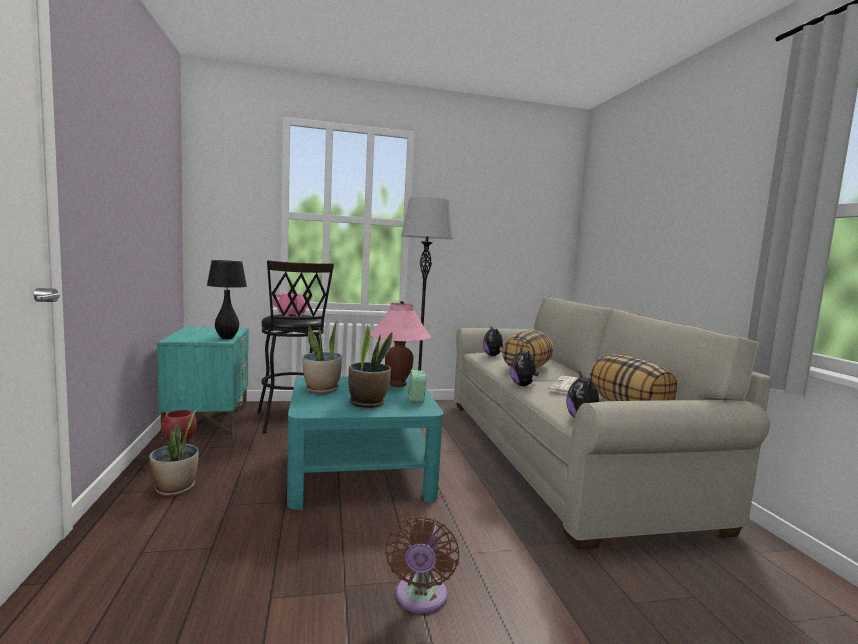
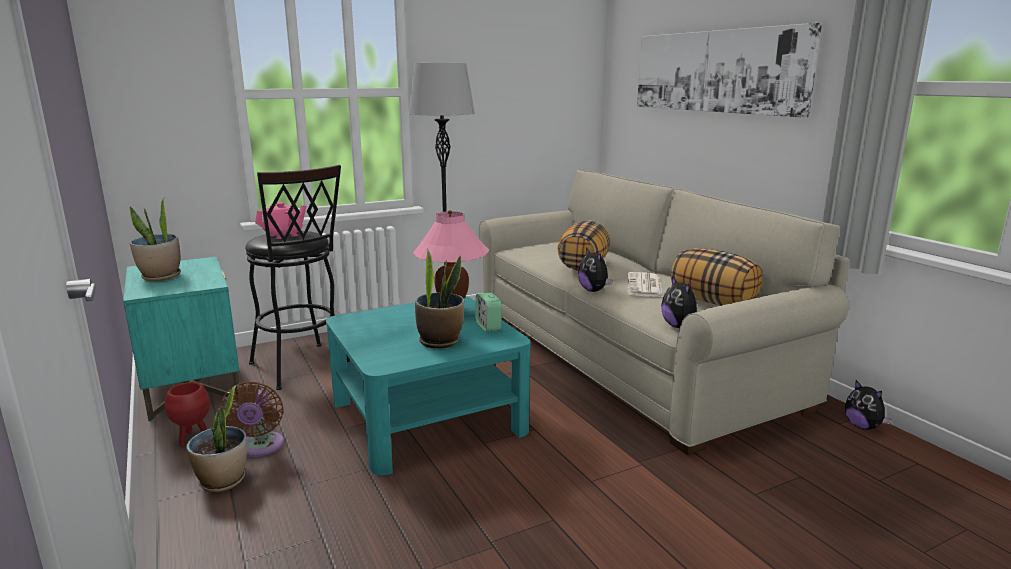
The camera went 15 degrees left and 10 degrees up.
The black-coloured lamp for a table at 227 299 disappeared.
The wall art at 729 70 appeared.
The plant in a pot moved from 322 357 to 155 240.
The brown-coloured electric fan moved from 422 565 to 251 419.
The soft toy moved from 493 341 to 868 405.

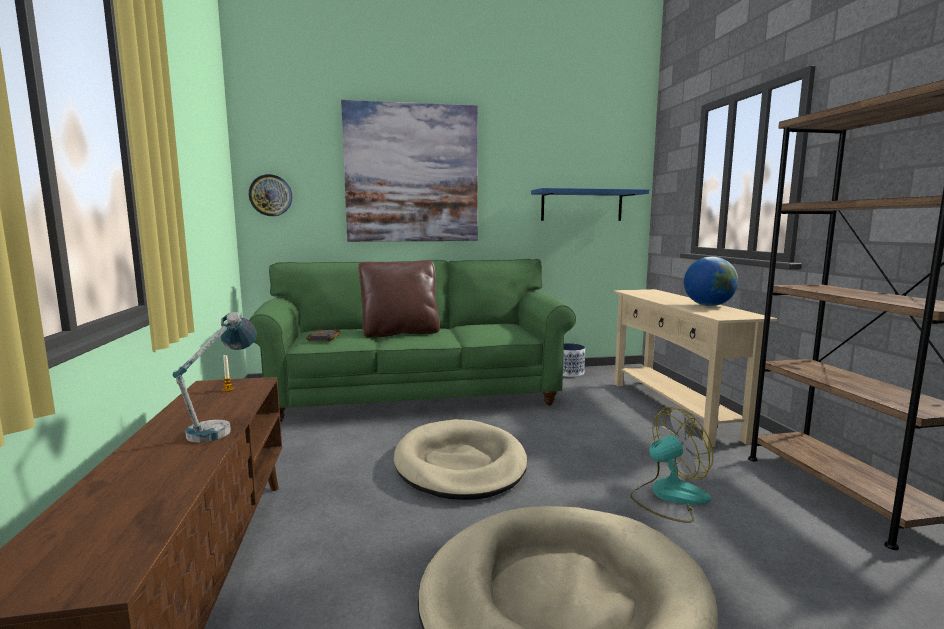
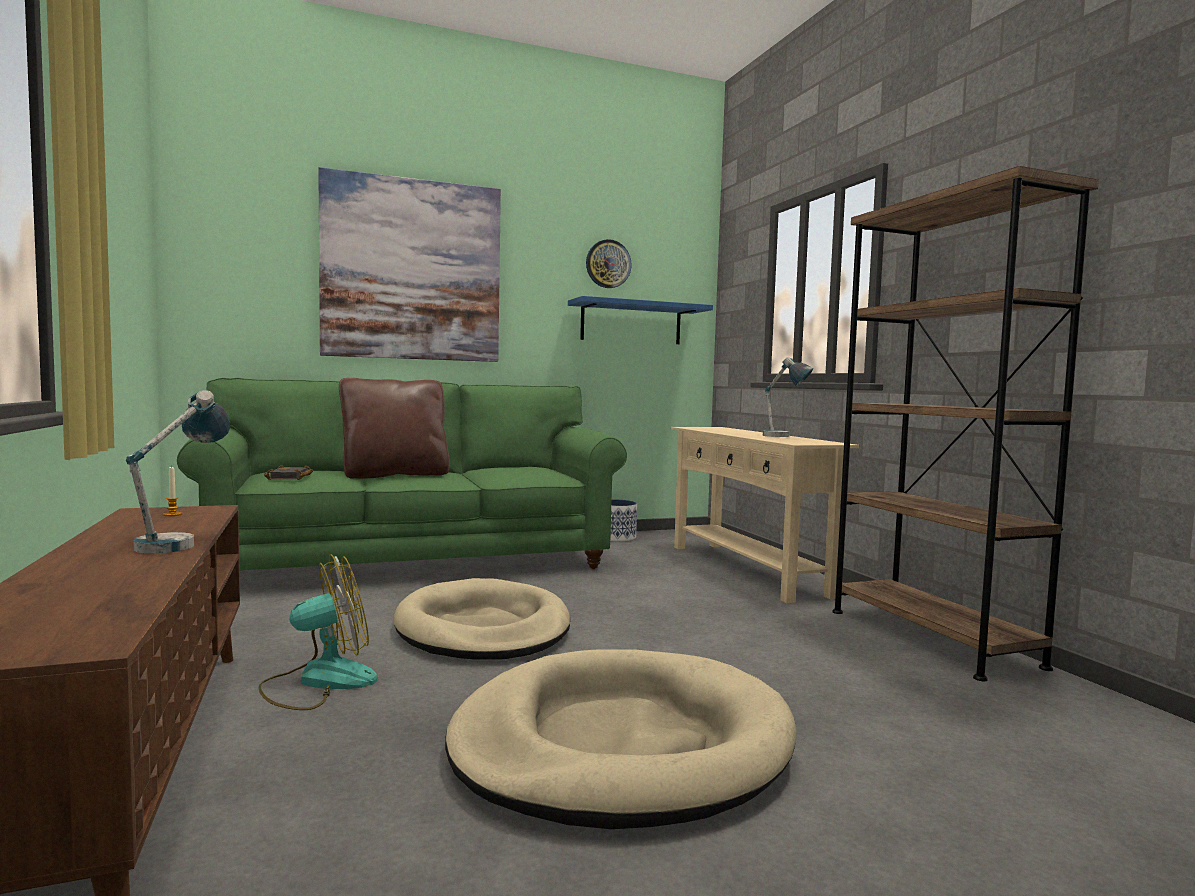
The camera went 10 degrees left and 5 degrees down.
The clock on the wall moved from 270 195 to 609 263.
The electric fan moved from 671 465 to 318 632.
The desk globe at 711 281 was replaced by the lamp for a table at 788 397.

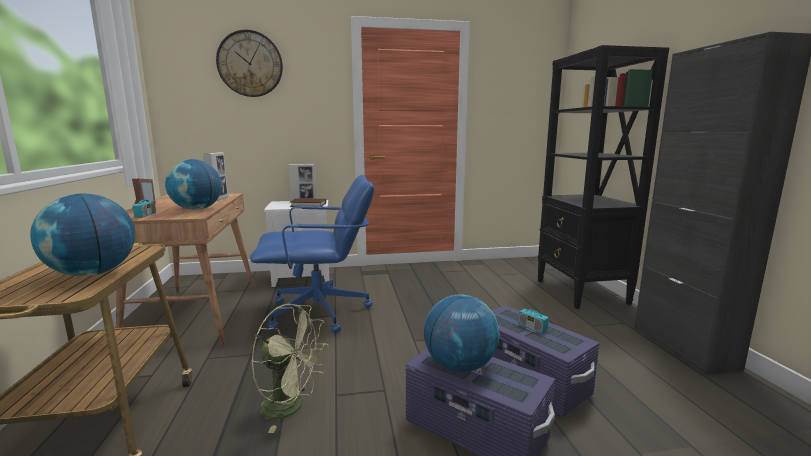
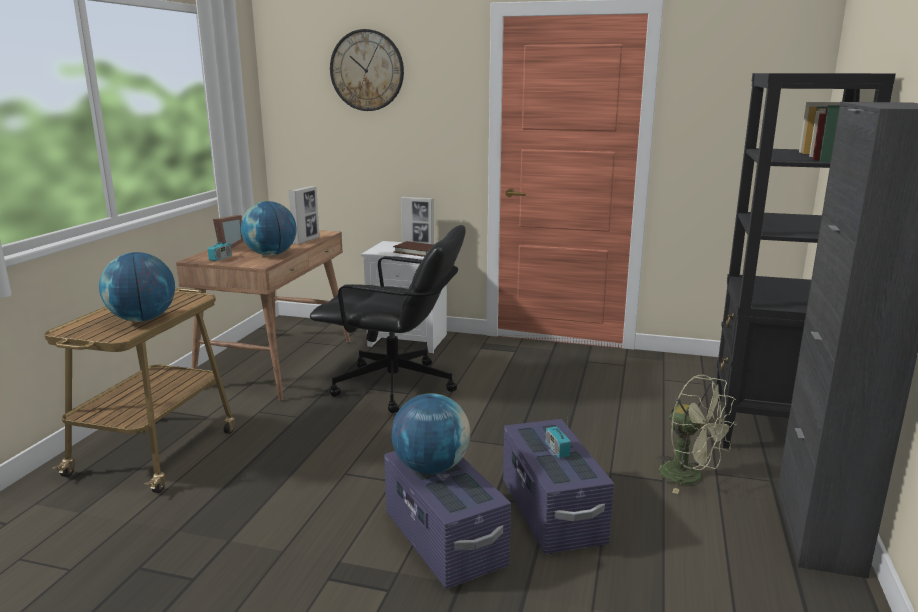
The camera went 25 degrees right and 5 degrees up.
The greenish electric fan moved from 290 368 to 696 434.
The blue-coloured computer chair at 312 254 became the black-coloured computer chair at 388 319.

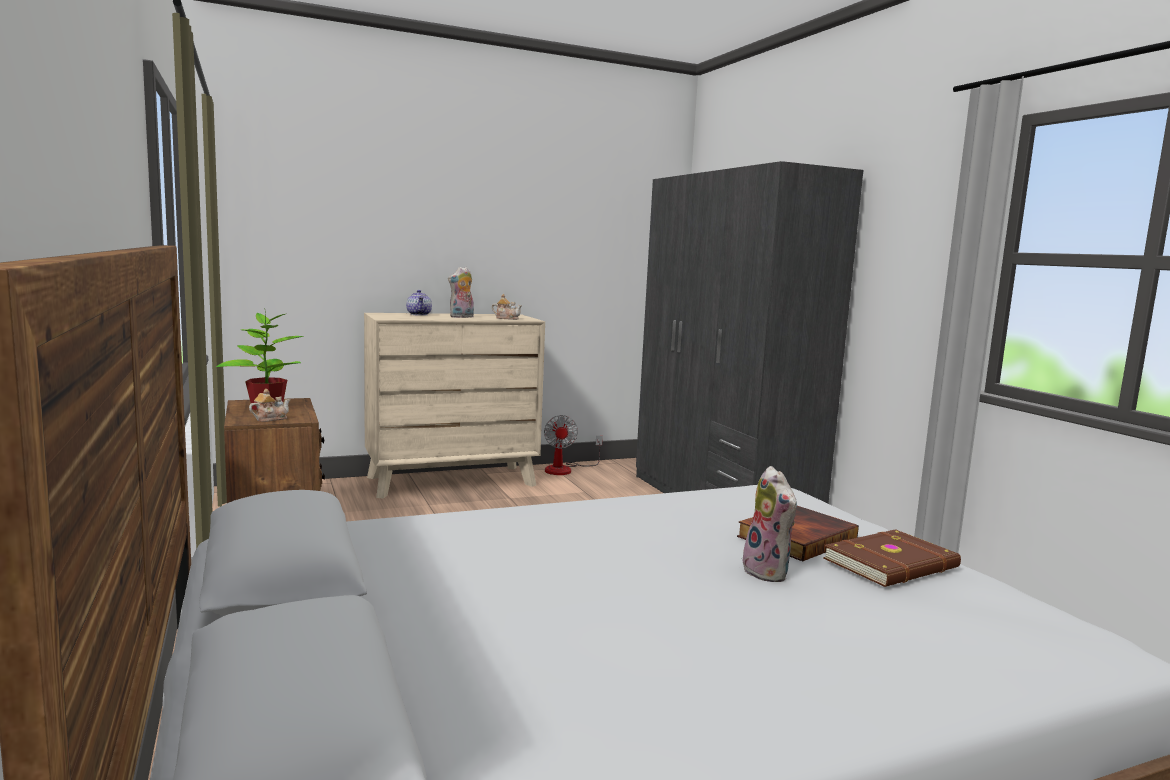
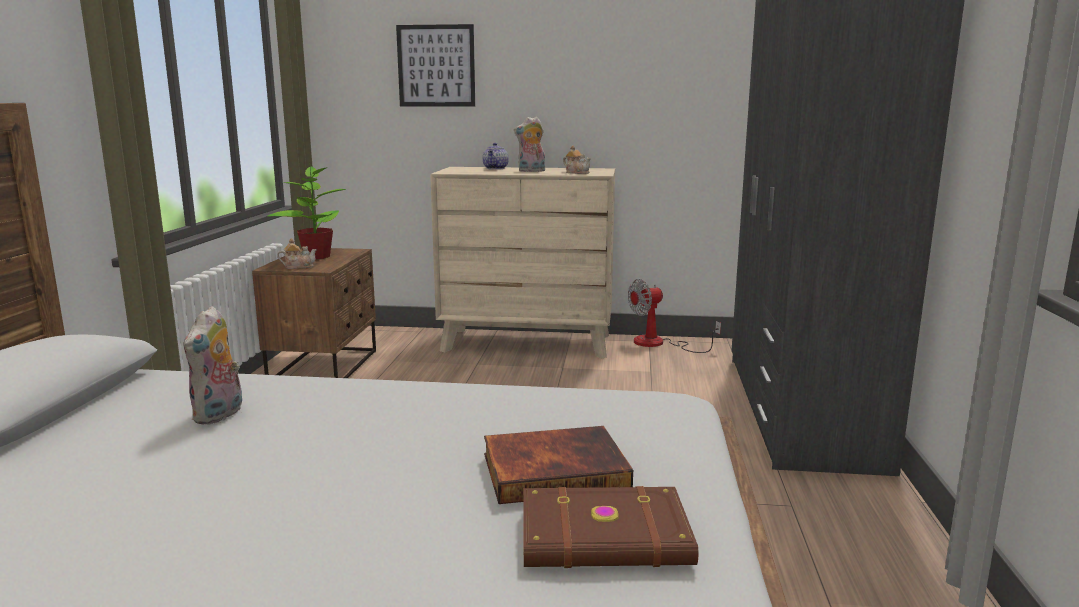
The camera went 30 degrees right and 5 degrees up.
The wall art at 435 65 appeared.
The soft toy moved from 770 524 to 213 365.
The electric fan at 573 445 turned 45 degrees clockwise.

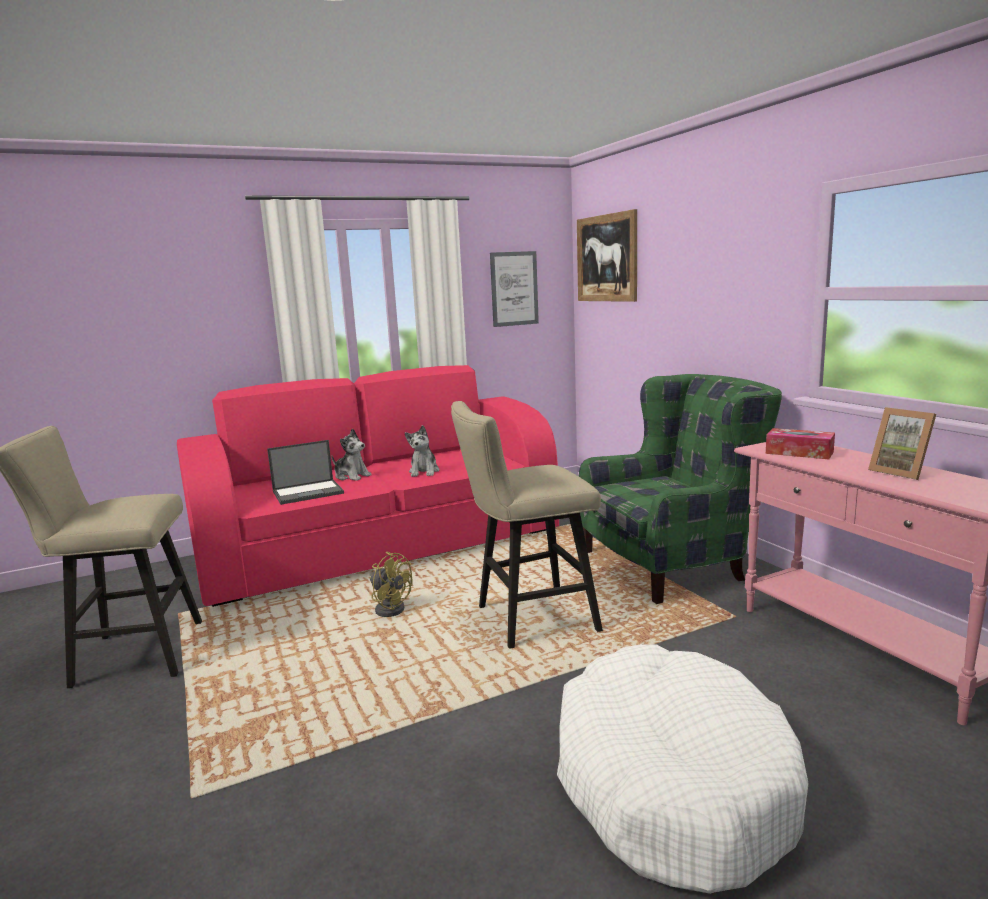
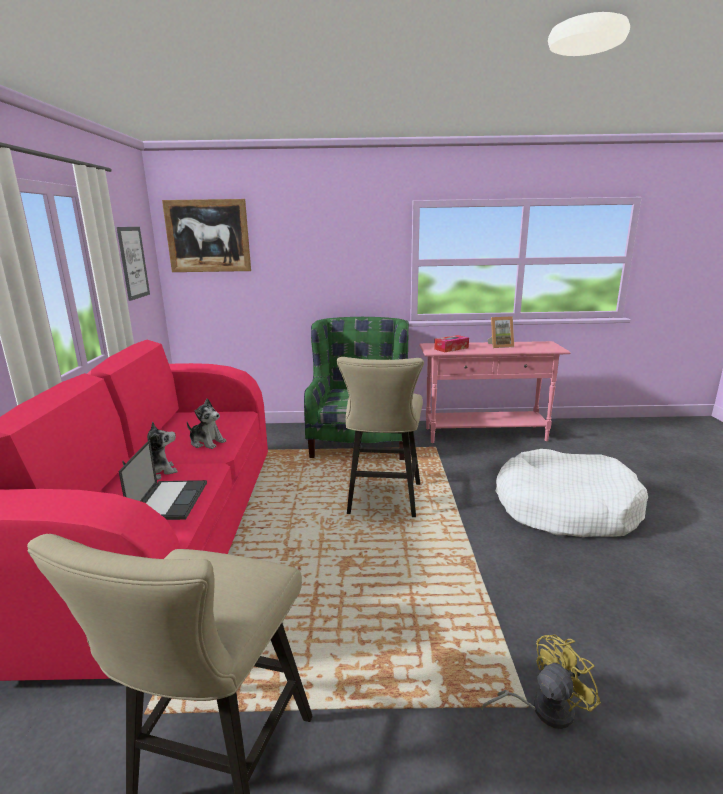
The camera went 65 degrees left and 5 degrees up.
The yellow-coloured electric fan moved from 391 584 to 541 682.

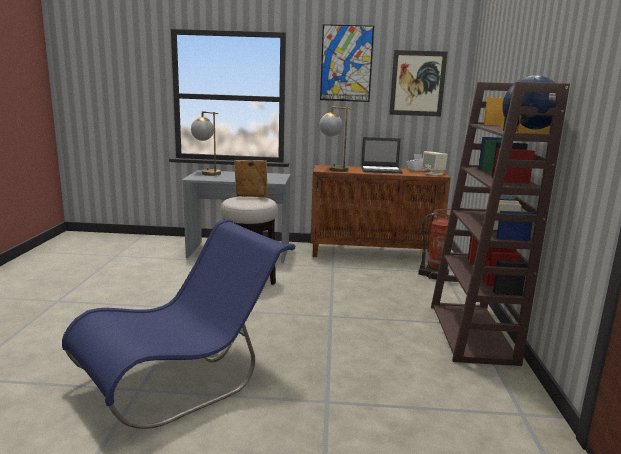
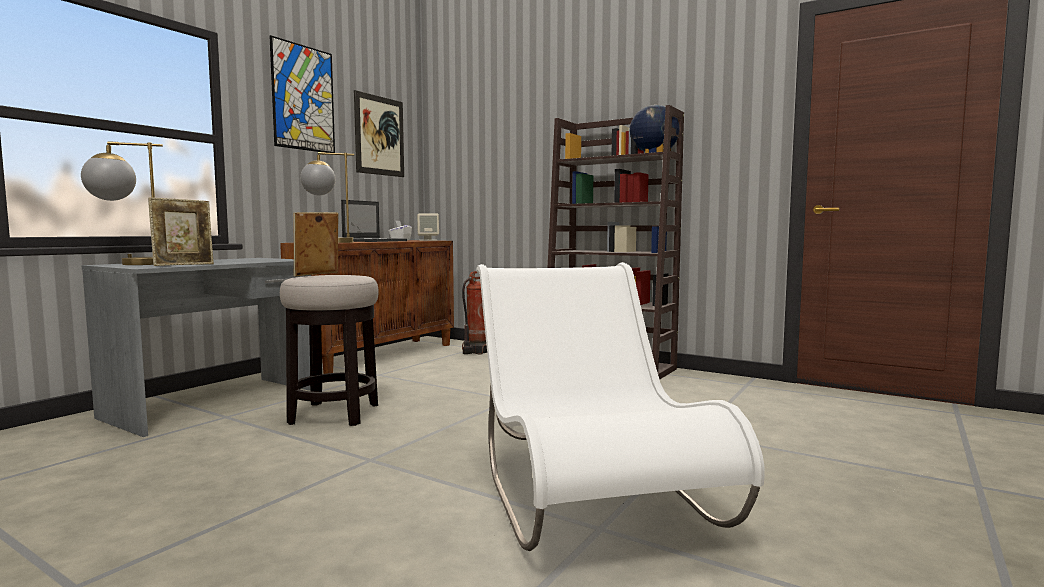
The camera went 60 degrees left and 10 degrees down.
The standing frame at 181 231 appeared.
The blue-coloured chair at 178 324 became the white chair at 620 406.

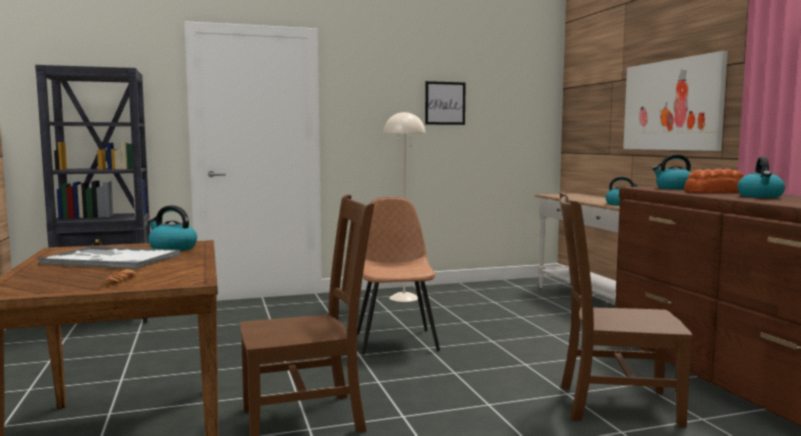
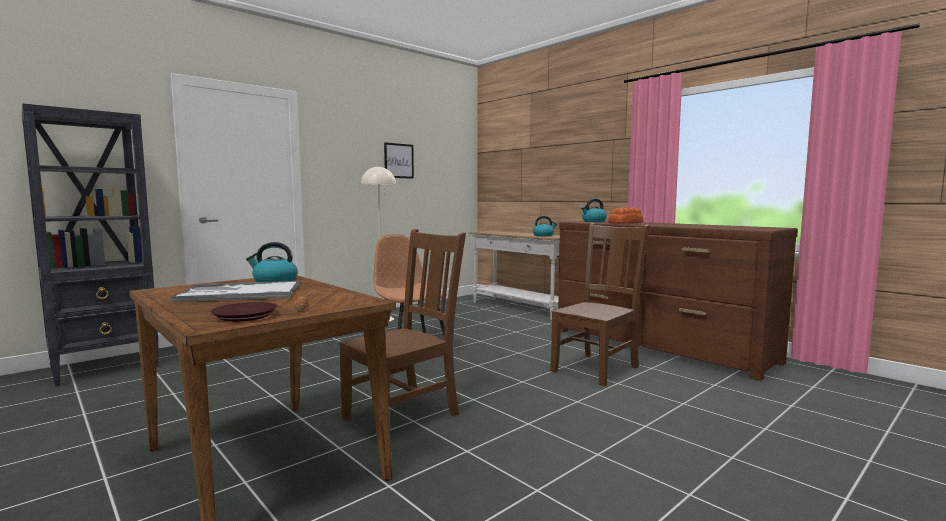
The camera went 25 degrees left and 0 degrees up.
The wall art at 675 101 disappeared.
The water kettle at 761 177 disappeared.
The brown-coloured flat dish at 243 312 appeared.
The brown-coloured chair at 626 310 turned 150 degrees clockwise.

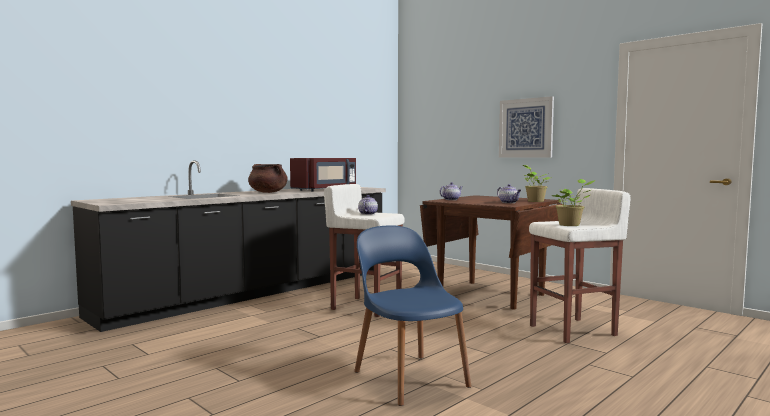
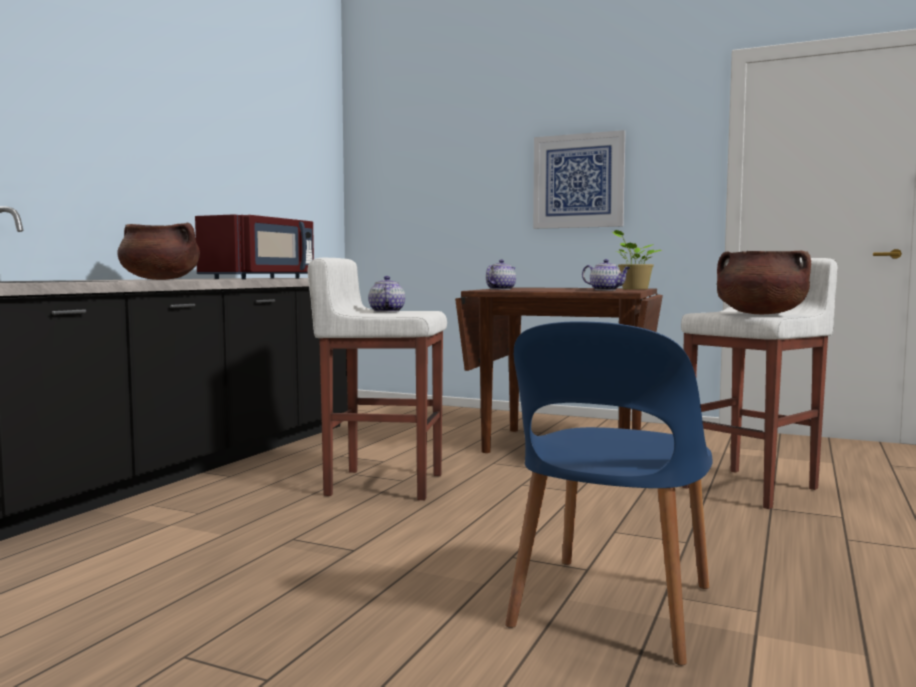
The camera went 20 degrees left and 0 degrees up.
The plant in a pot at 573 202 was replaced by the brown-coloured saucepot at 764 282.
The blue-coloured chair at 413 315 turned 105 degrees counterclockwise.

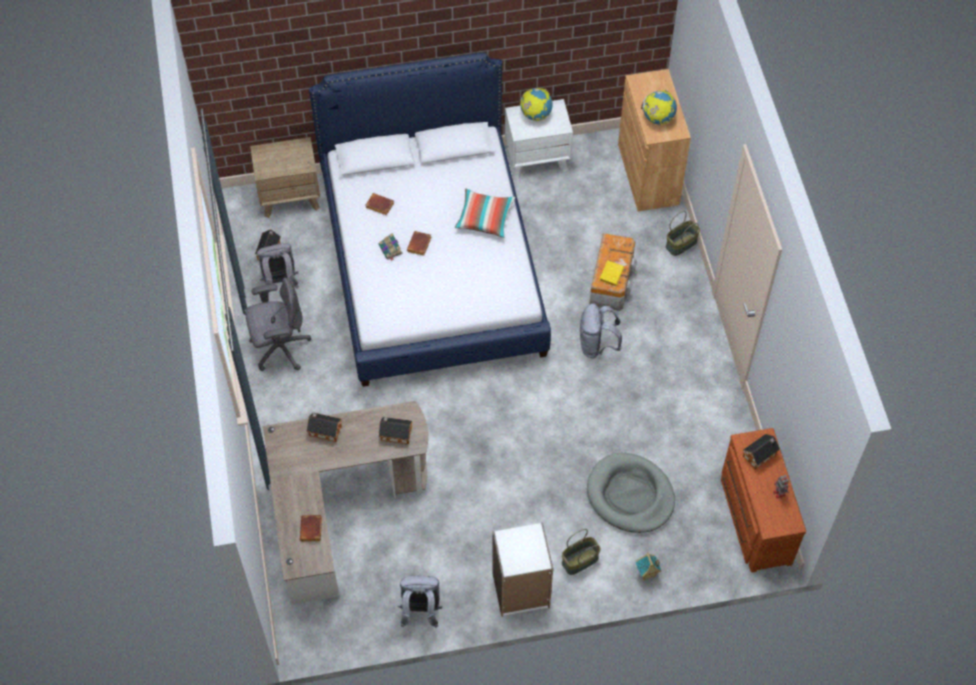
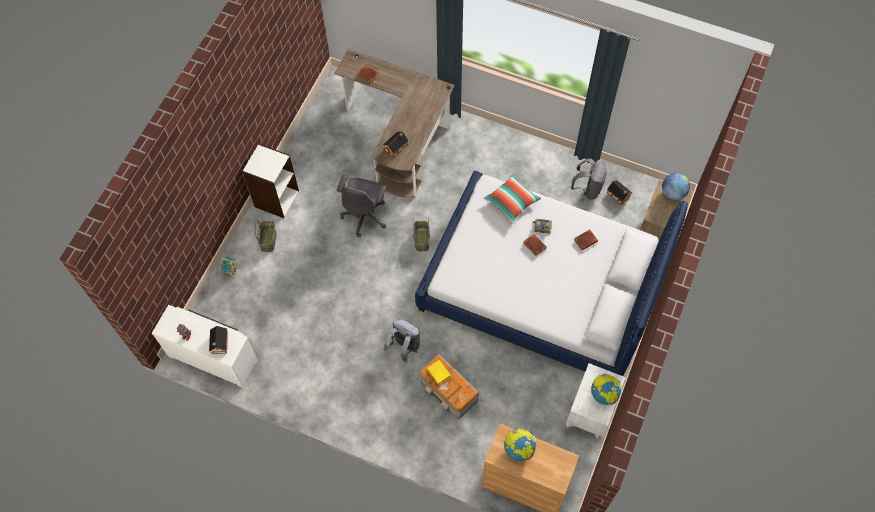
The camera went 125 degrees right and 5 degrees up.
The miniature house at 324 427 disappeared.
The gray backpack at 420 601 disappeared.
The gray pet bed at 631 492 disappeared.
The desk globe at 676 186 appeared.
The gray computer chair moved from 278 324 to 362 206.
The throw pillow moved from 485 213 to 512 199.
The household basket moved from 683 233 to 421 234.
The brown-coloured drawer chest at 763 500 became the white drawer chest at 204 346.

